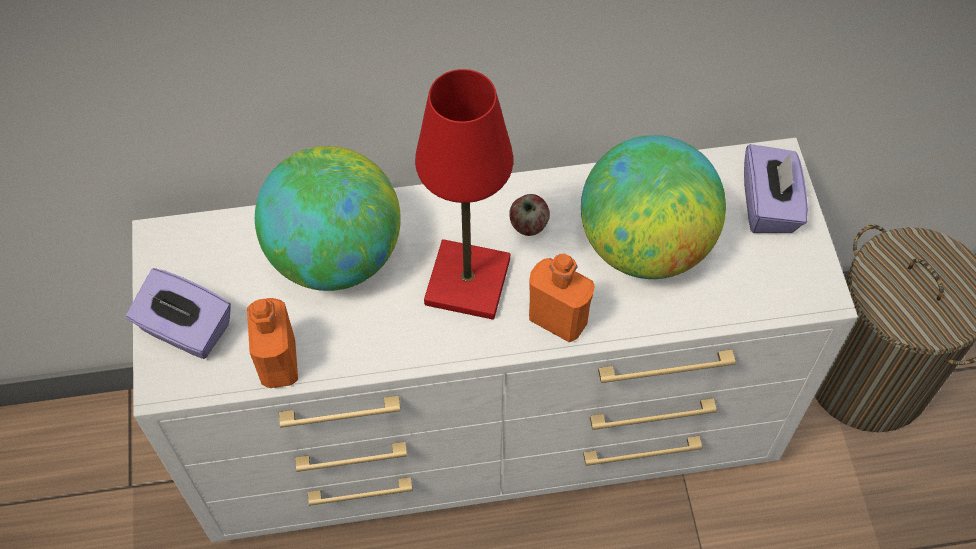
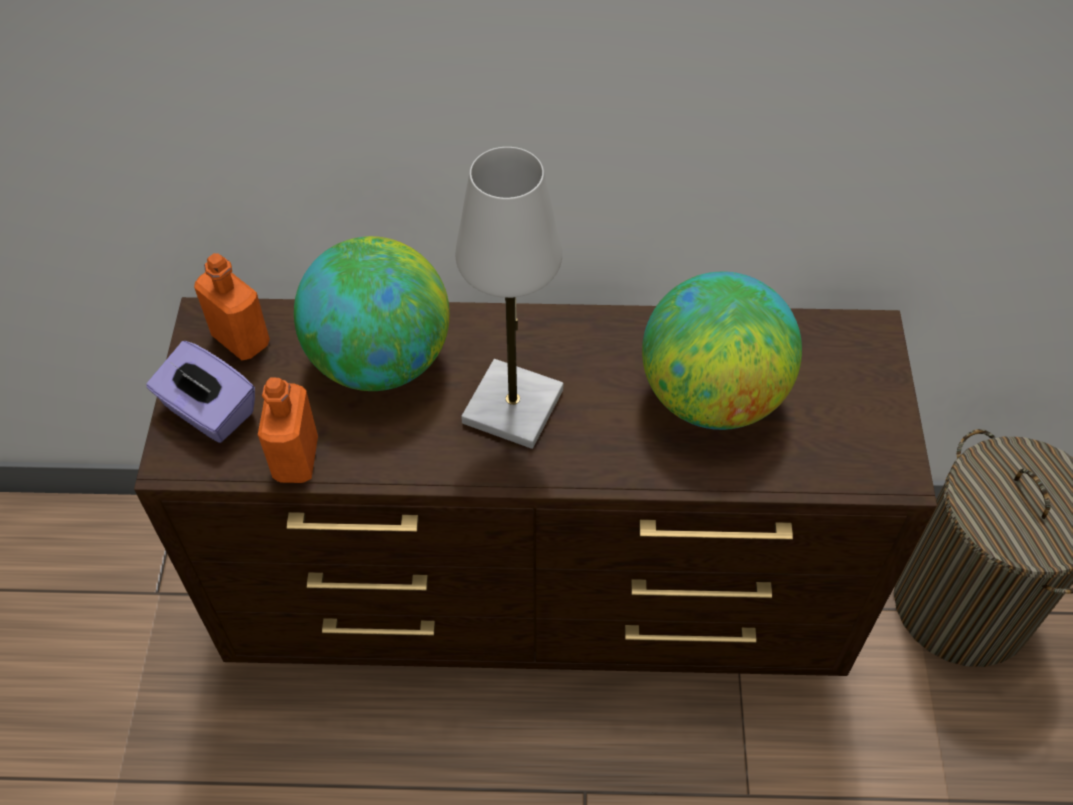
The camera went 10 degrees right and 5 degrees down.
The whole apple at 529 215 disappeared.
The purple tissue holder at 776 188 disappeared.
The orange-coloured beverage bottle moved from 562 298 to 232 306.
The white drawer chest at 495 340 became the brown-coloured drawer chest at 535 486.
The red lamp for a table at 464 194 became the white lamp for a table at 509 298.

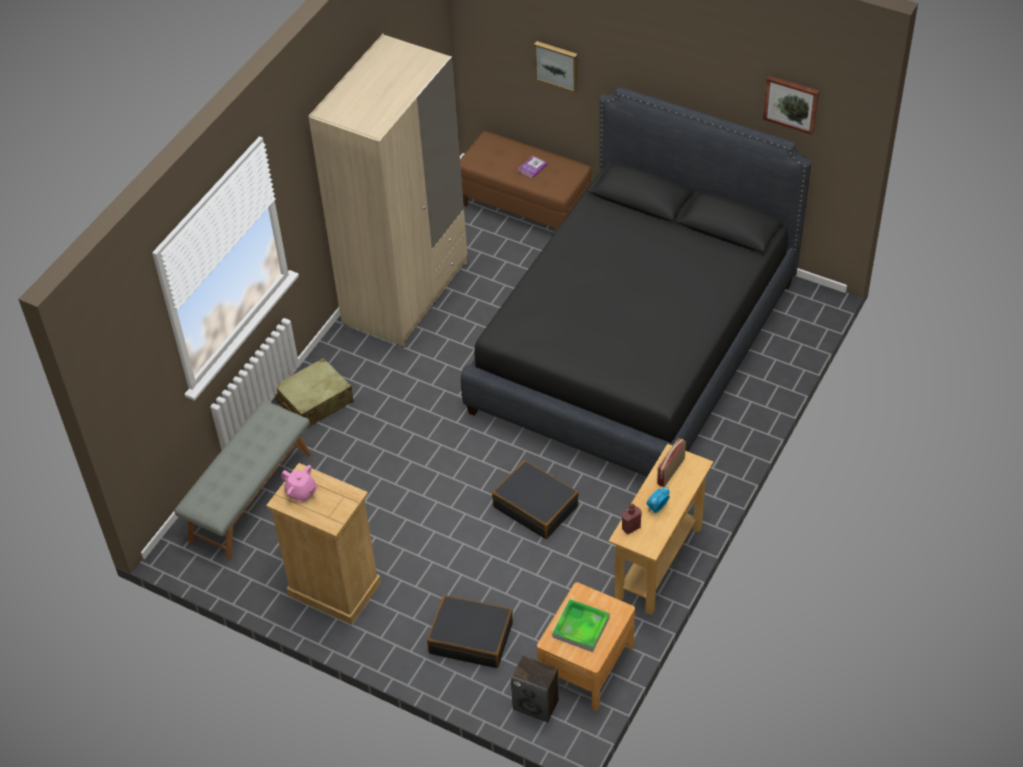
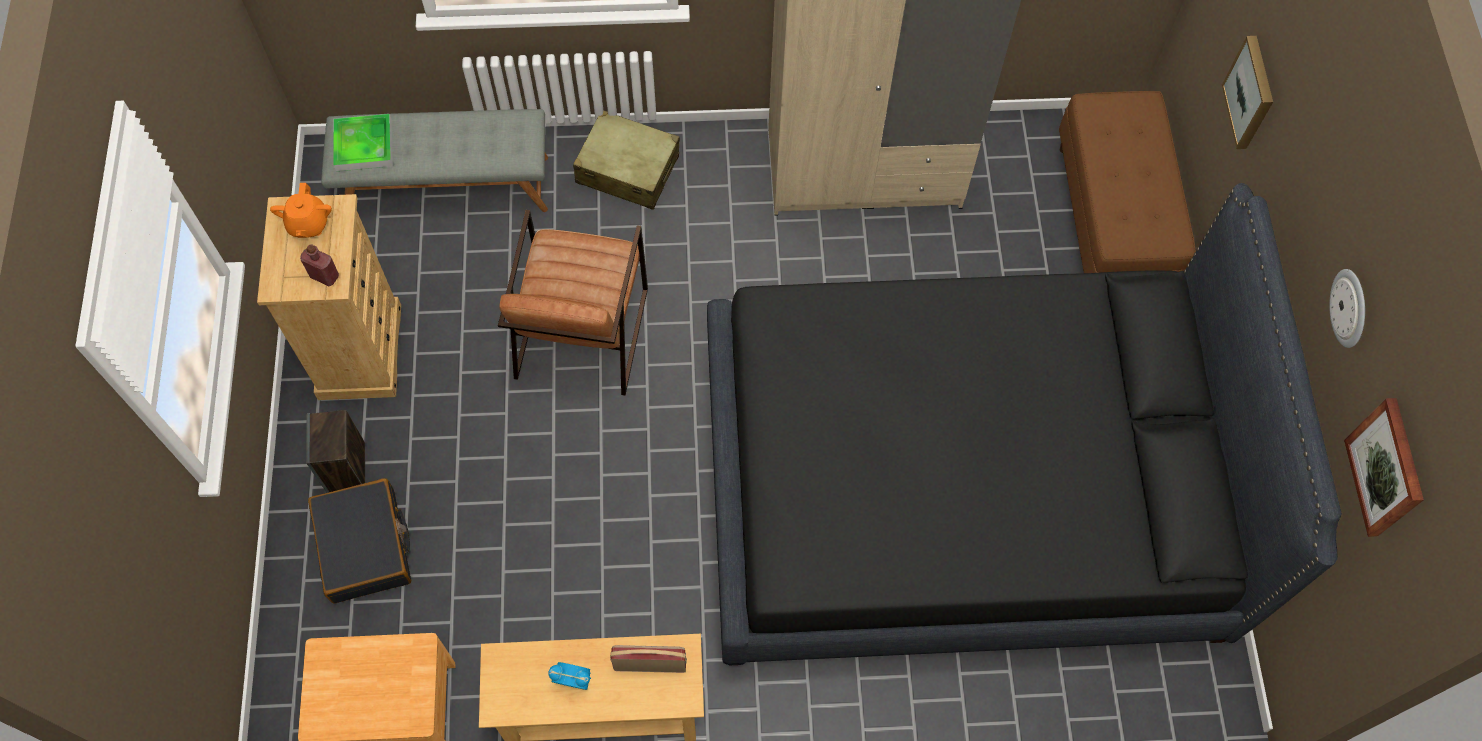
The camera went 55 degrees right and 15 degrees up.
The black-coloured suitcase at 535 499 disappeared.
The book at 533 167 disappeared.
The brown-coloured easy chair at 573 302 appeared.
The clock on the wall at 1347 308 appeared.
The loudspeaker moved from 535 689 to 335 451.
The serving tray moved from 581 625 to 363 142.
The red beverage bottle moved from 632 518 to 319 265.
The pinkish teapot at 299 483 became the orange-coloured teapot at 301 210.

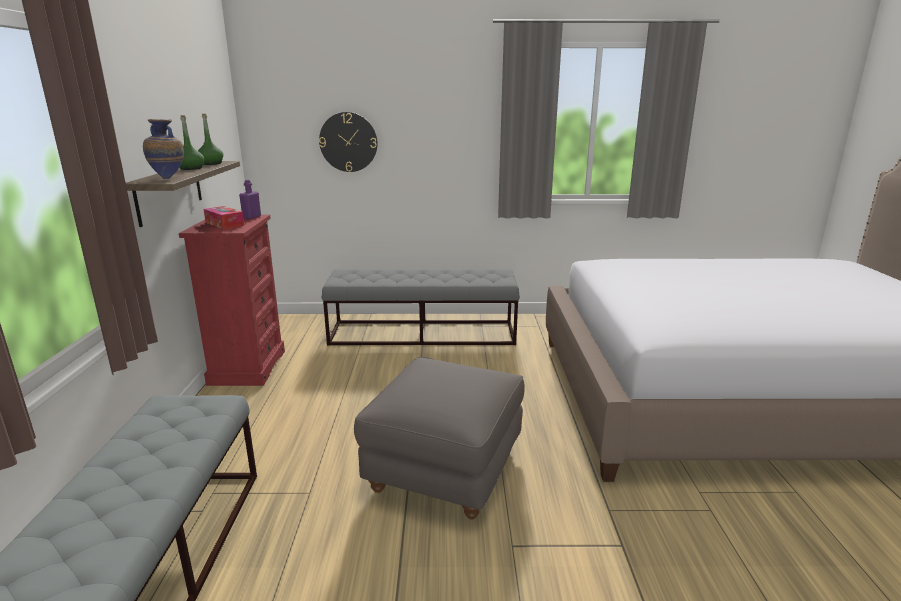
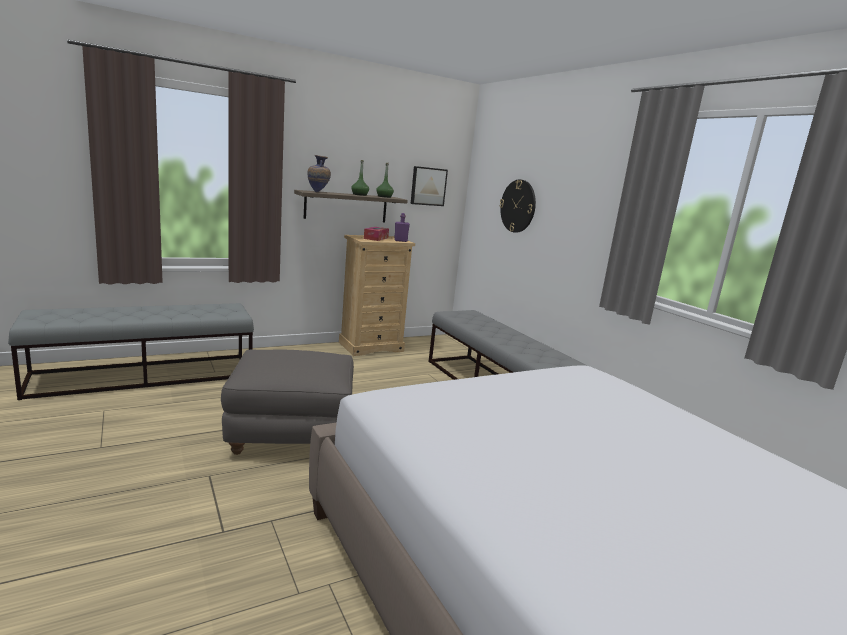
The camera went 60 degrees right and 5 degrees down.
The wall art at 429 186 appeared.
The red drawer chest at 232 300 became the beige-coloured drawer chest at 377 295.

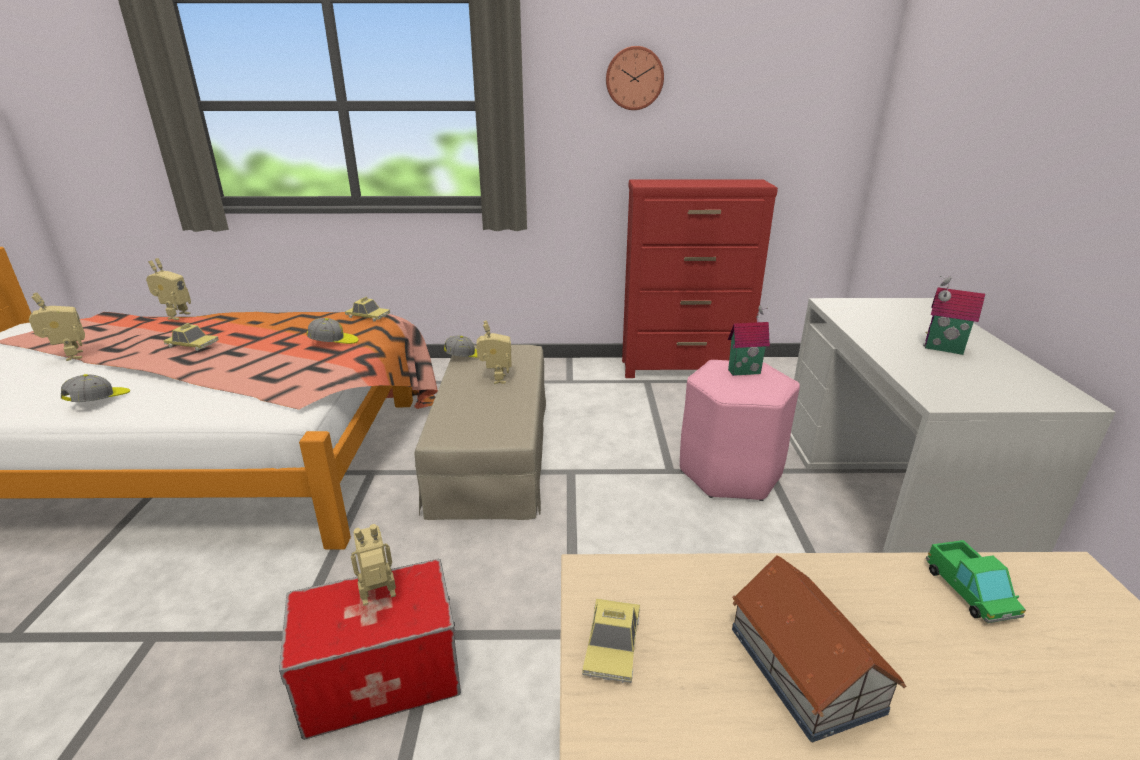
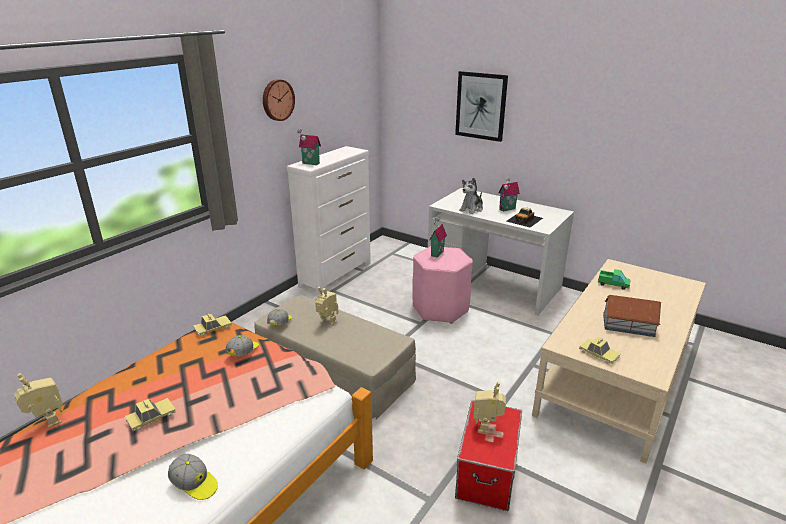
The camera went 55 degrees left and 0 degrees up.
The toy robot at 57 327 disappeared.
The miniature house at 309 146 appeared.
The wall art at 481 106 appeared.
The soft toy at 471 196 appeared.
The miniature car at 524 217 appeared.
The red drawer chest at 700 278 became the white drawer chest at 329 220.
The cap at 95 388 turned 150 degrees clockwise.

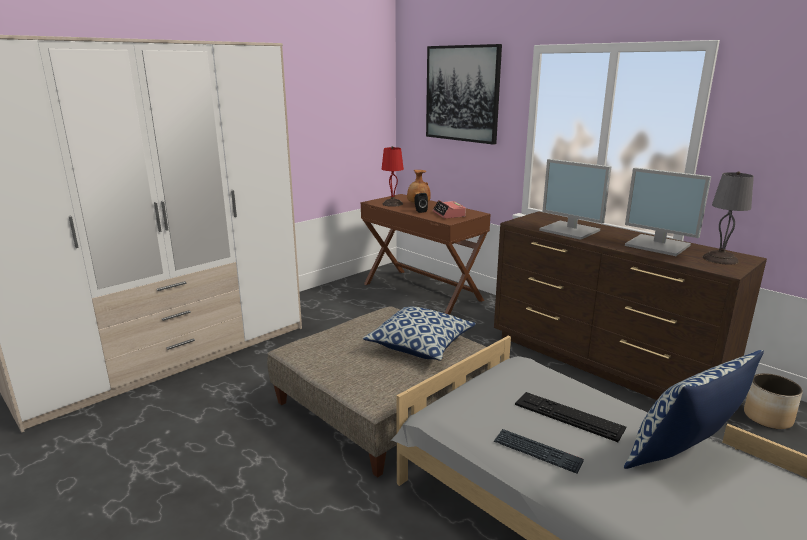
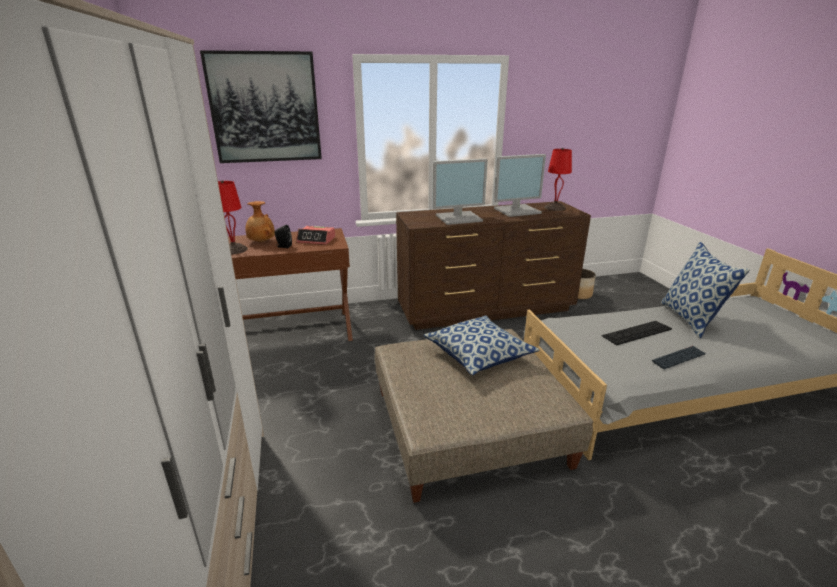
The camera went 60 degrees left and 5 degrees up.
The gray lamp for a table at 728 218 became the red lamp for a table at 558 179.

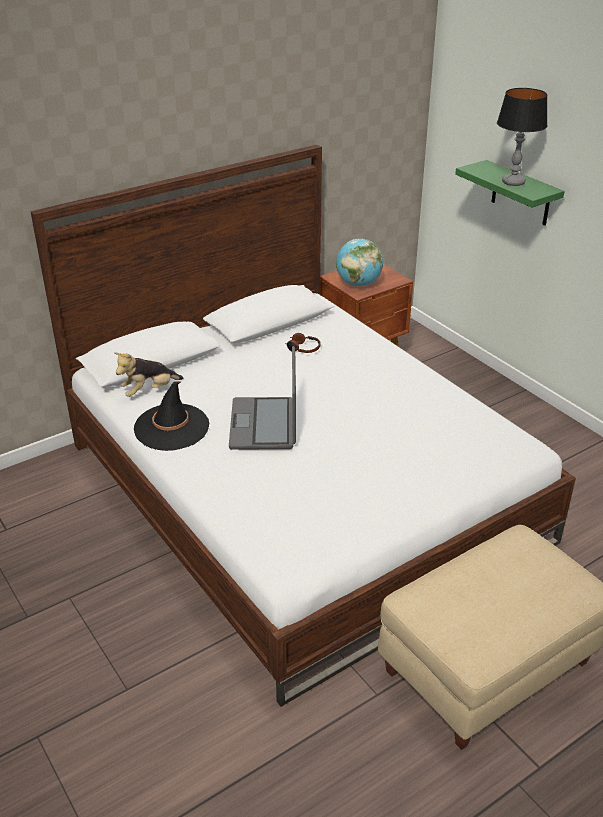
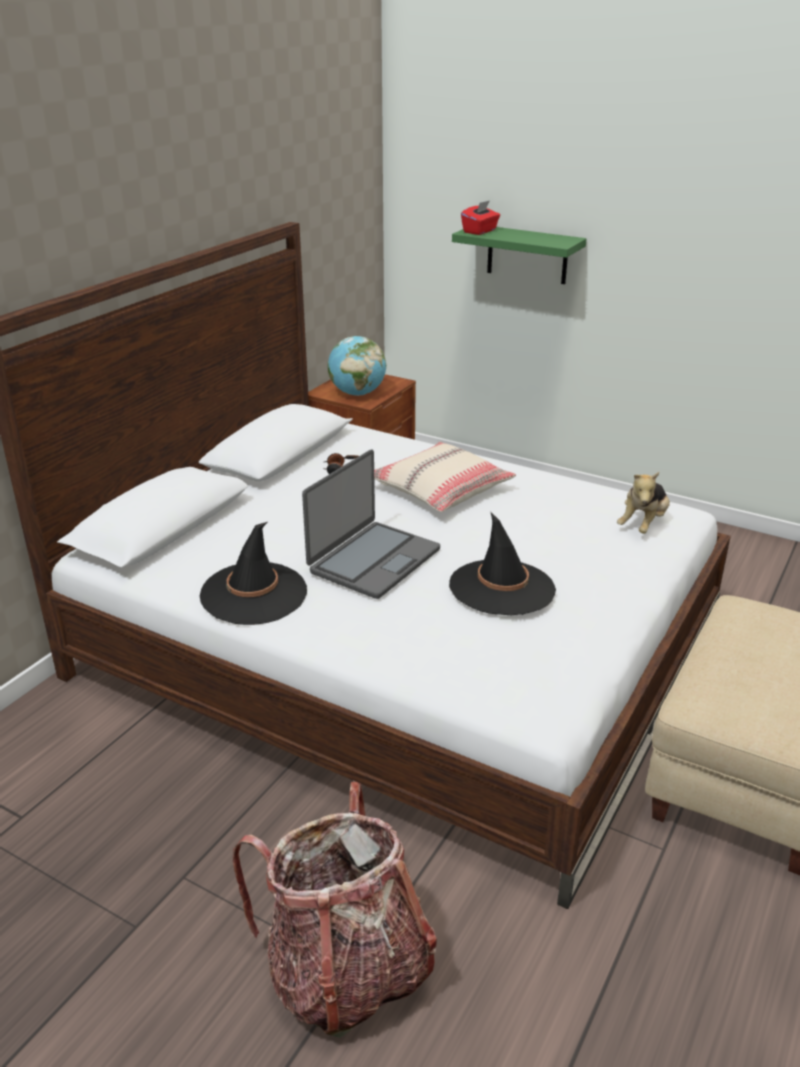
The camera went 25 degrees left and 5 degrees down.
The lamp for a table at 522 137 disappeared.
The backpack at 335 910 appeared.
The beige-coloured throw pillow at 445 477 appeared.
The black-coloured hat at 502 563 appeared.
The red tissue holder at 480 217 appeared.
The soft toy moved from 148 374 to 643 502.
The notebook computer at 262 398 turned 120 degrees counterclockwise.

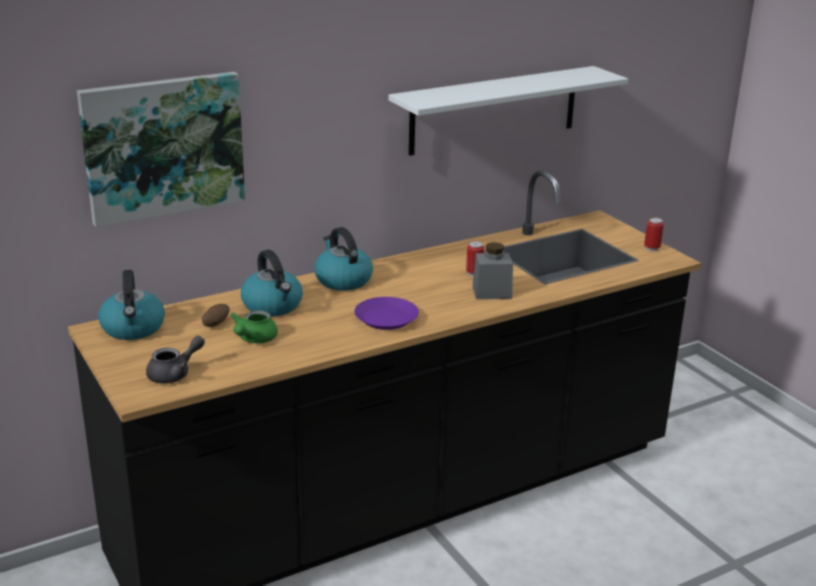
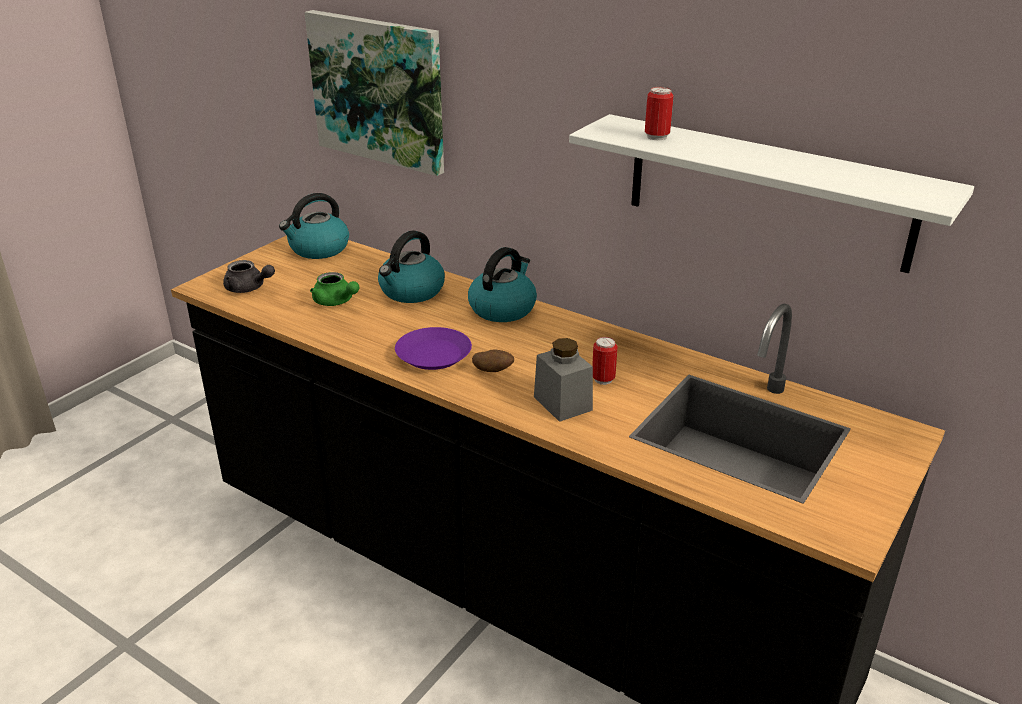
The camera went 65 degrees right and 5 degrees up.
The spud moved from 215 315 to 493 360.
The can moved from 654 234 to 659 113.
The greenish teapot at 254 326 turned 135 degrees counterclockwise.

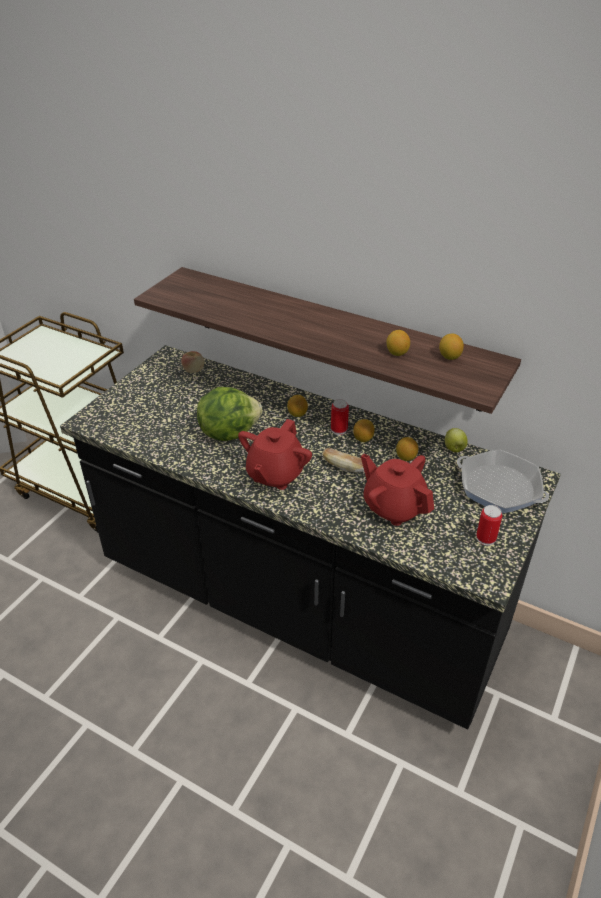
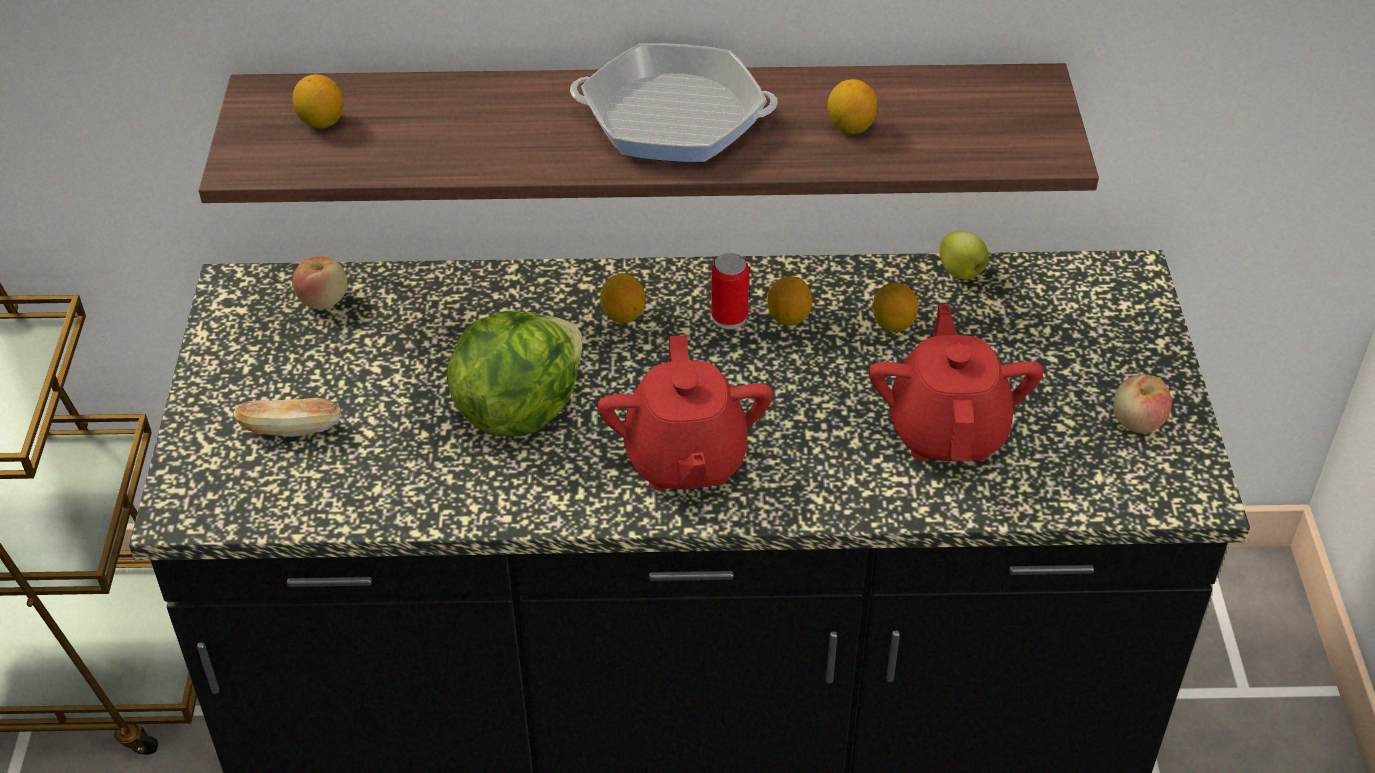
The camera went 30 degrees left and 5 degrees up.
The bread moved from 343 460 to 287 417.
The whole lemon moved from 451 347 to 317 101.
The frying pan moved from 503 481 to 674 102.
The can at 489 525 was replaced by the whole apple at 1142 404.
The red teapot at 397 490 turned 75 degrees clockwise.

